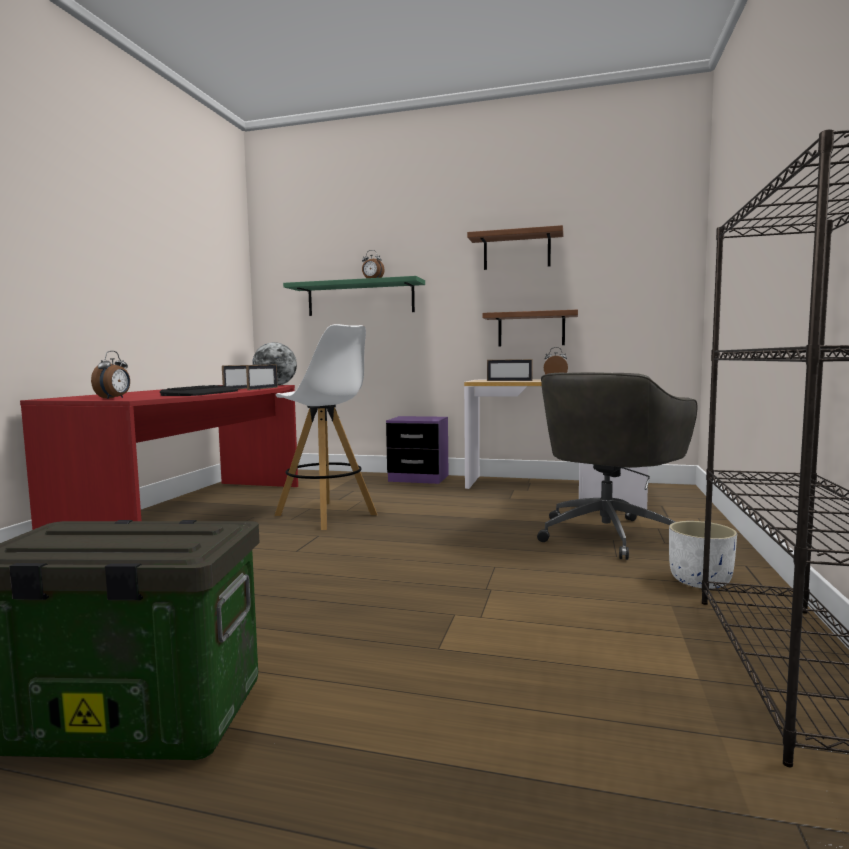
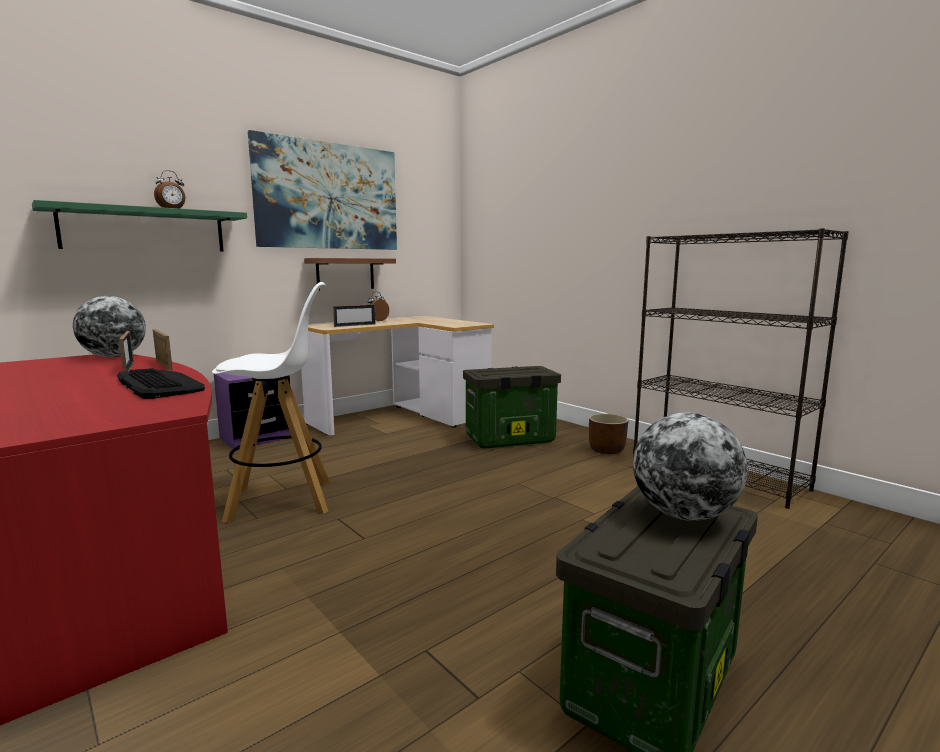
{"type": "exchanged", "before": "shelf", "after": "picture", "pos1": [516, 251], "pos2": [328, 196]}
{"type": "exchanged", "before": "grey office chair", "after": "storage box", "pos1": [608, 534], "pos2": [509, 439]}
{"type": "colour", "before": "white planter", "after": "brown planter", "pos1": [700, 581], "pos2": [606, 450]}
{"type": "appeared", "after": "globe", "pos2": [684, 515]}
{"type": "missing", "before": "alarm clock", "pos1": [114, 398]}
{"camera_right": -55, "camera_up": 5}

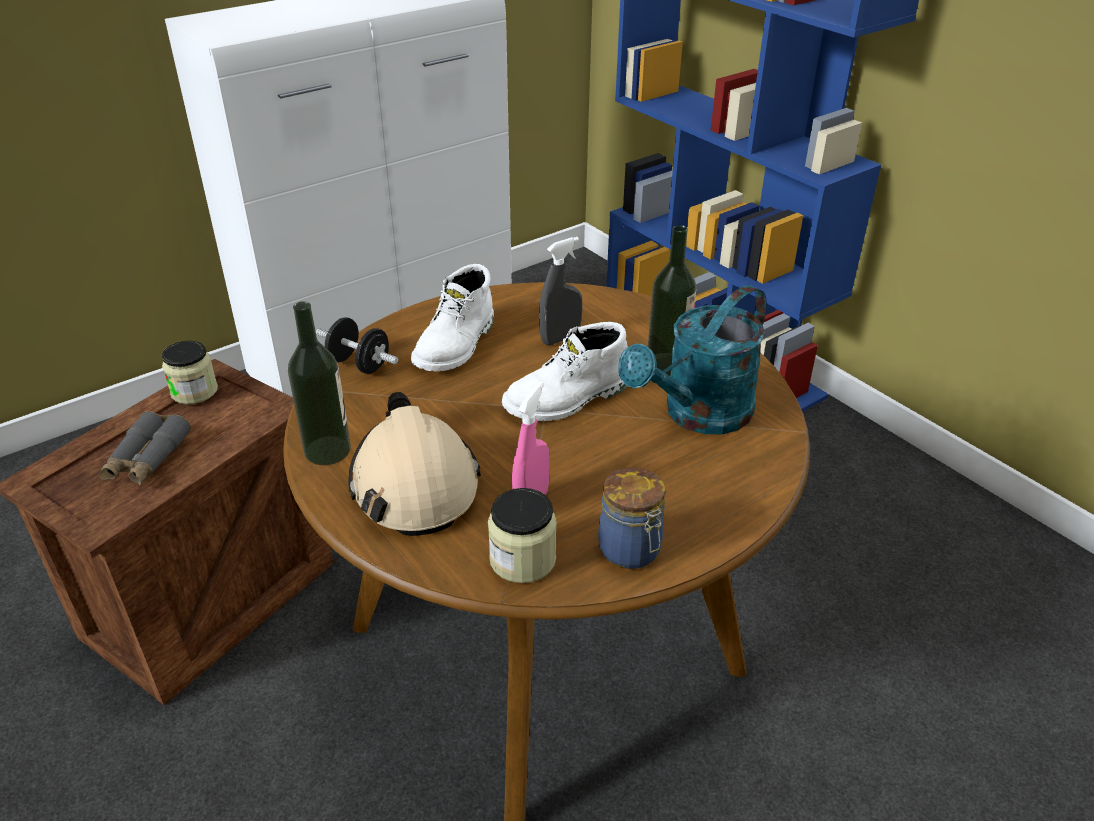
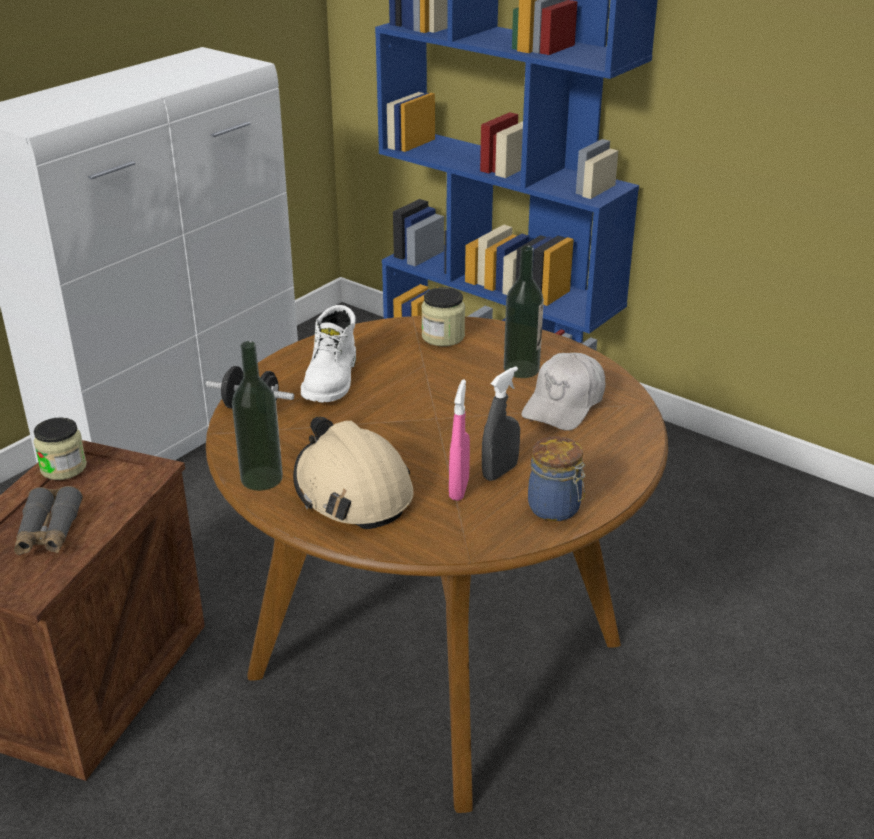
{"type": "relocated", "before": "jar", "pos1": [522, 559], "pos2": [443, 336]}
{"type": "relocated", "before": "grey spray bottle", "pos1": [560, 338], "pos2": [500, 472]}
{"type": "exchanged", "before": "turquoise watering can", "after": "white cap", "pos1": [697, 416], "pos2": [564, 404]}
{"type": "missing", "before": "white boot", "pos1": [568, 400]}
{"camera_right": -15, "camera_up": -5}

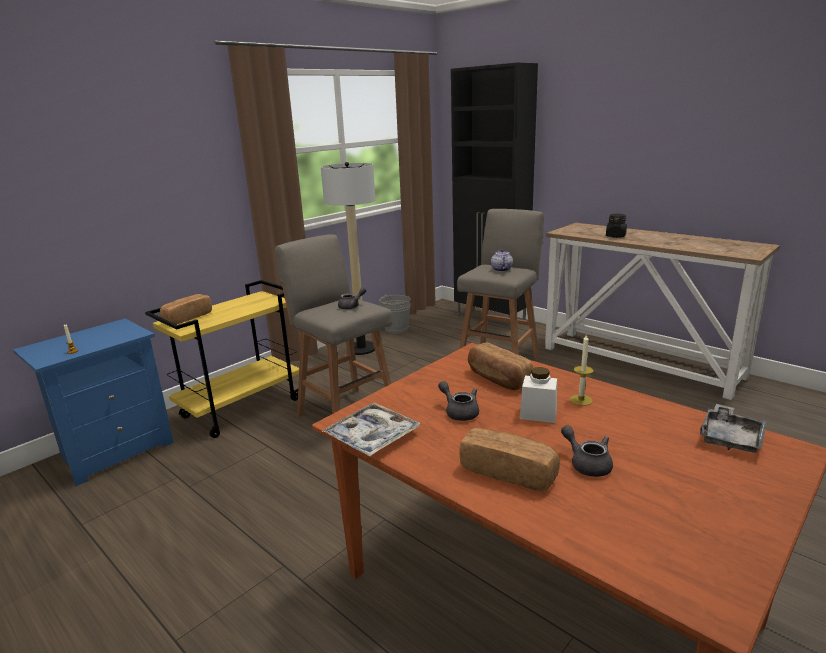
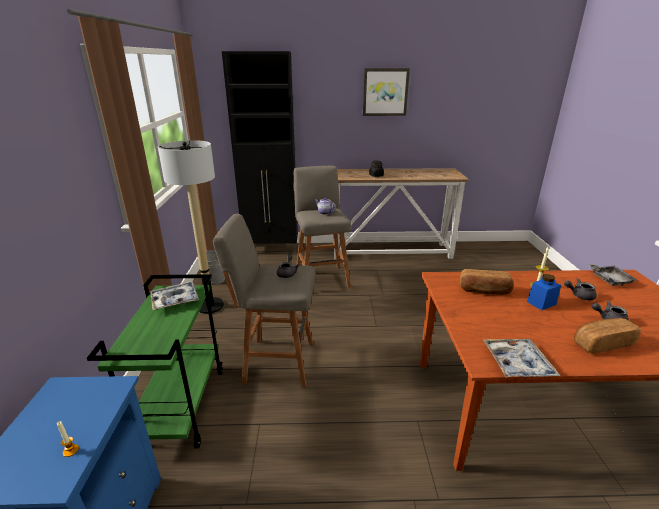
{"type": "colour", "before": "yellow cart", "after": "green cart", "pos1": [242, 408], "pos2": [181, 405]}
{"type": "appeared", "after": "tray", "pos2": [175, 300]}
{"type": "appeared", "after": "picture", "pos2": [385, 92]}
{"type": "colour", "before": "white jar", "after": "blue jar", "pos1": [538, 414], "pos2": [541, 303]}
{"type": "relocated", "before": "grey teapot", "pos1": [459, 412], "pos2": [579, 295]}
{"type": "missing", "before": "bread", "pos1": [187, 318]}
{"camera_right": -45, "camera_up": 5}

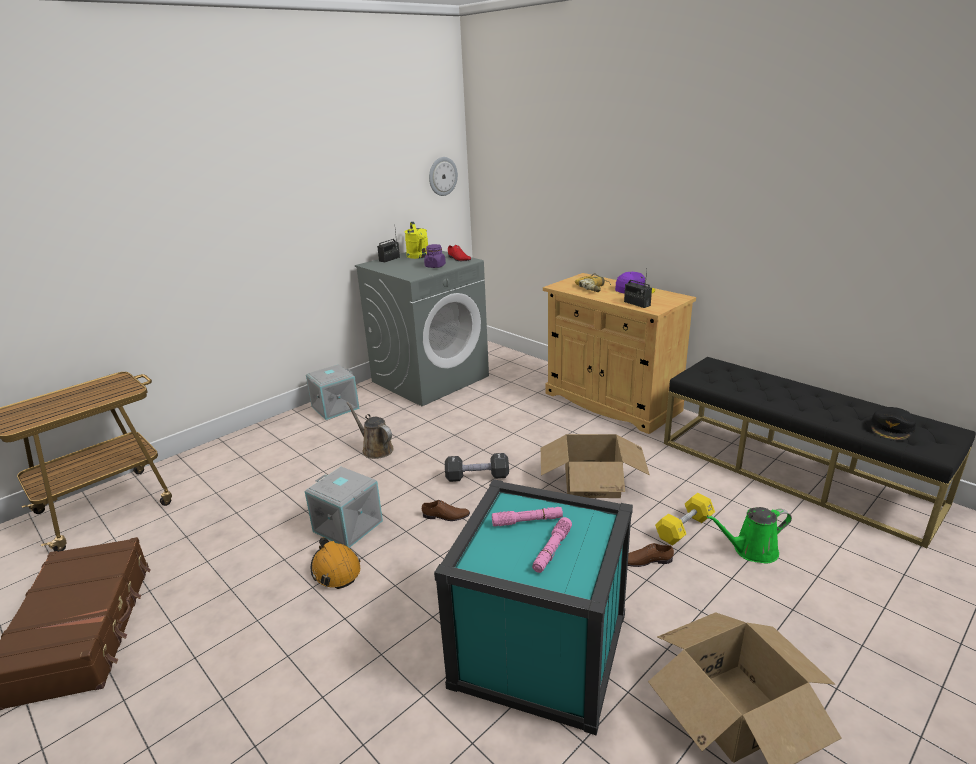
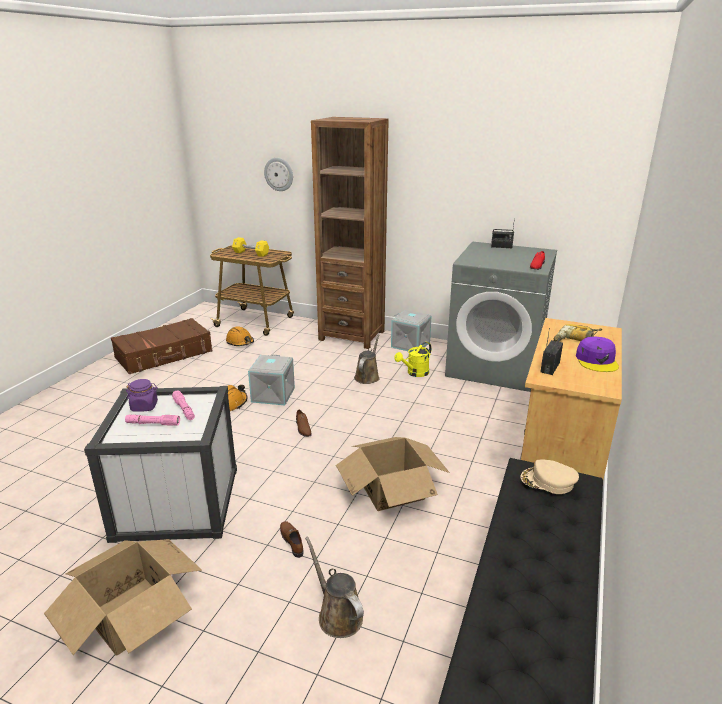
{"type": "colour", "before": "turquoise storage box", "after": "white storage box", "pos1": [539, 650], "pos2": [177, 502]}
{"type": "relocated", "before": "purple jar", "pos1": [435, 266], "pos2": [144, 406]}
{"type": "appeared", "after": "orange hard hat", "pos2": [240, 342]}
{"type": "relocated", "before": "yellow dumbbell", "pos1": [684, 528], "pos2": [251, 253]}
{"type": "relocated", "before": "wall clock", "pos1": [442, 176], "pos2": [279, 174]}
{"type": "colour", "before": "green watering can", "after": "brown watering can", "pos1": [751, 551], "pos2": [337, 615]}
{"type": "appeared", "after": "brown bookcase", "pos2": [352, 335]}
{"type": "relocated", "before": "yellow watering can", "pos1": [419, 256], "pos2": [415, 373]}
{"type": "appeared", "after": "beige cap", "pos2": [548, 481]}
{"type": "missing", "before": "black dumbbell", "pos1": [477, 477]}
{"type": "missing", "before": "black cap", "pos1": [892, 428]}
{"camera_right": 65, "camera_up": 0}

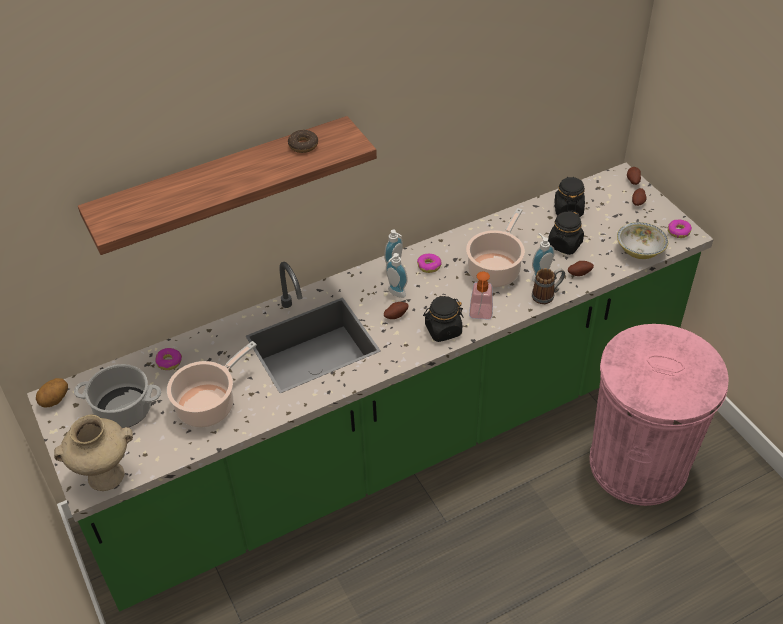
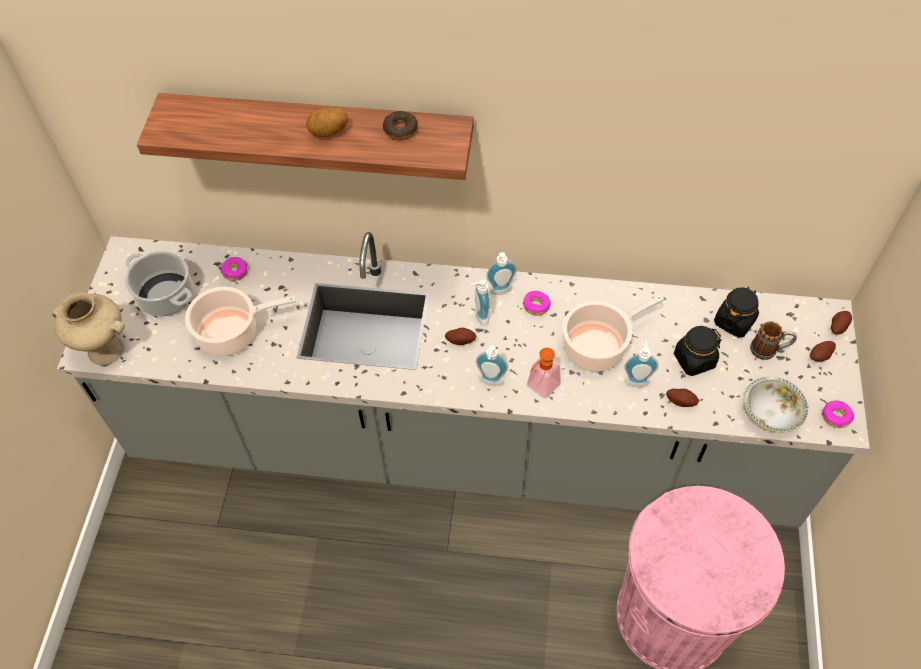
{"type": "colour", "before": "green counter", "after": "grey counter", "pos1": [395, 441], "pos2": [463, 445]}
{"type": "relocated", "before": "potato", "pos1": [55, 400], "pos2": [329, 133]}
{"type": "exchanged", "before": "black jar", "after": "soap dispenser", "pos1": [443, 330], "pos2": [490, 383]}
{"type": "relocated", "before": "mug", "pos1": [547, 295], "pos2": [769, 350]}
{"camera_right": 35, "camera_up": 10}

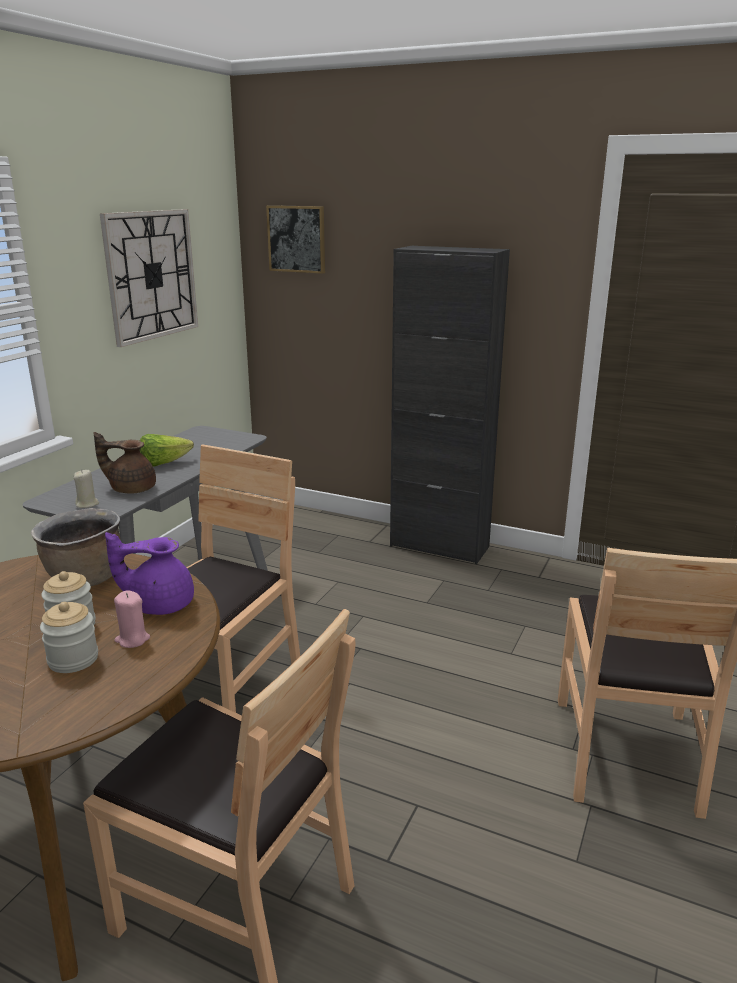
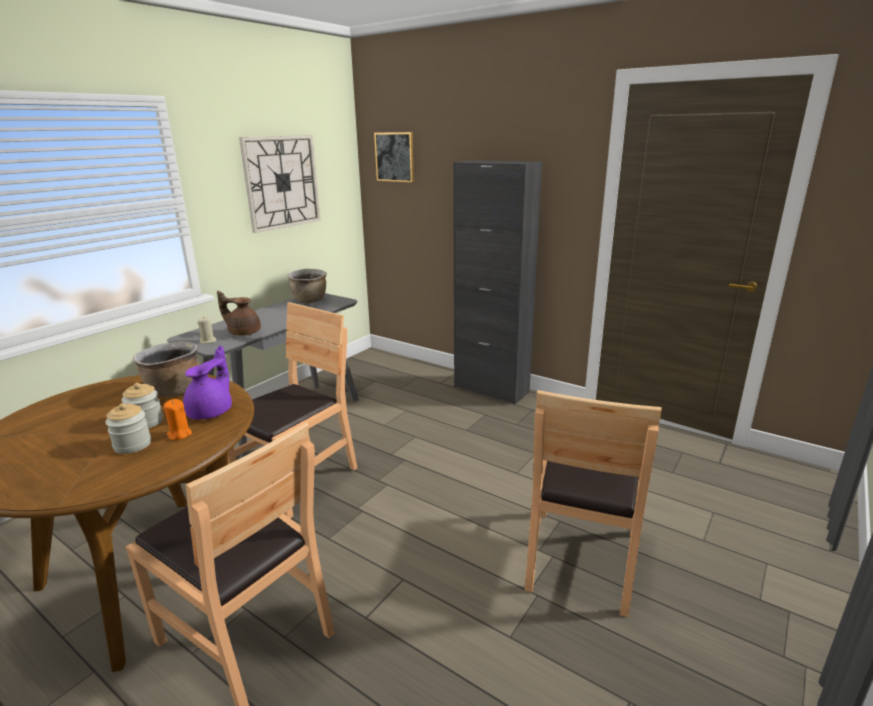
{"type": "colour", "before": "pink candle", "after": "orange candle", "pos1": [132, 639], "pos2": [179, 434]}
{"type": "spun", "before": "purple teapot", "pos1": [159, 604], "pos2": [212, 412], "turn": 105}
{"type": "appeared", "after": "brown cooking pot", "pos2": [310, 301]}
{"type": "missing", "before": "lettuce", "pos1": [164, 463]}
{"camera_right": 10, "camera_up": 0}

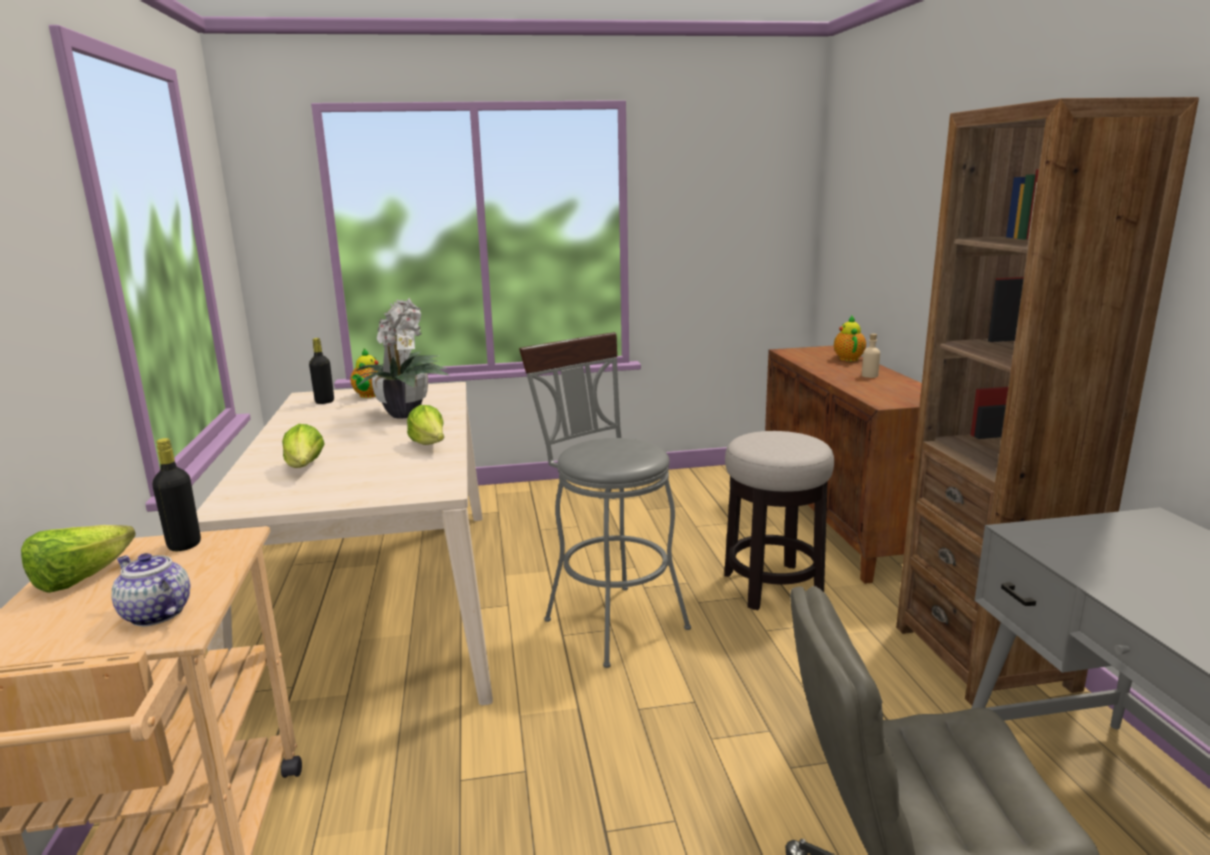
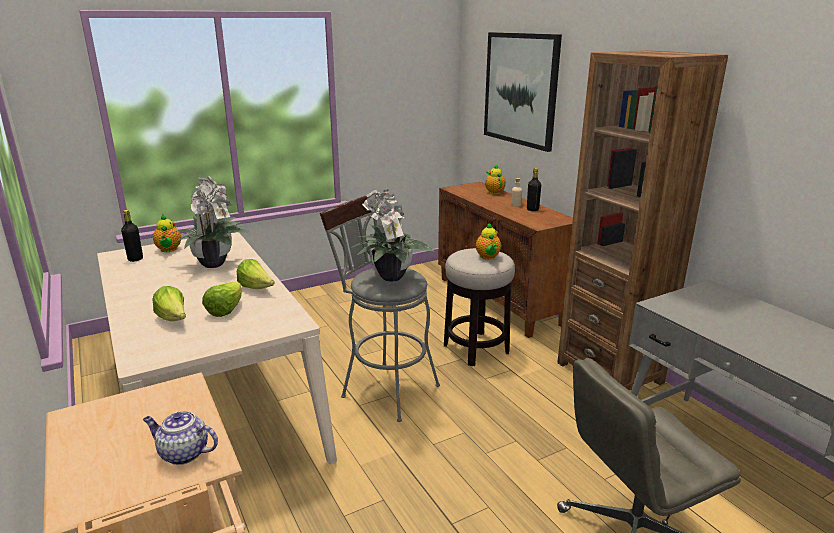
{"type": "relocated", "before": "lettuce", "pos1": [81, 579], "pos2": [226, 310]}
{"type": "appeared", "after": "potted plant", "pos2": [391, 279]}
{"type": "appeared", "after": "teapot", "pos2": [488, 257]}
{"type": "appeared", "after": "picture", "pos2": [520, 89]}
{"type": "relocated", "before": "black bottle", "pos1": [184, 545], "pos2": [532, 209]}
{"camera_right": -20, "camera_up": 5}

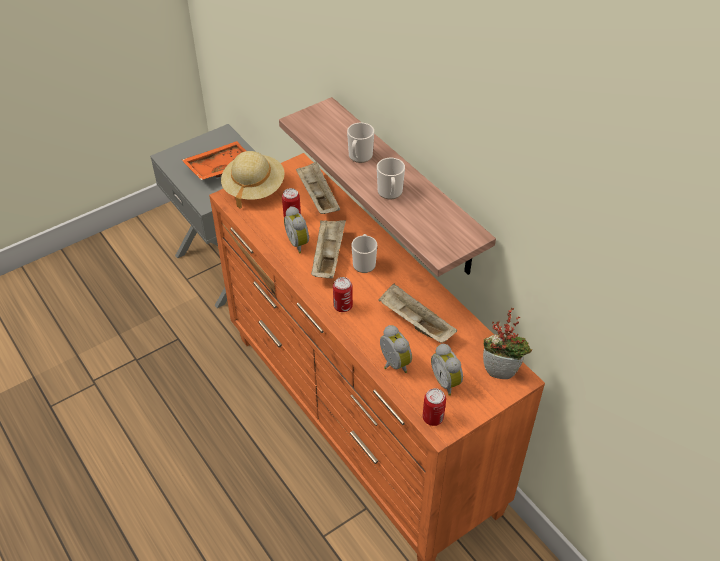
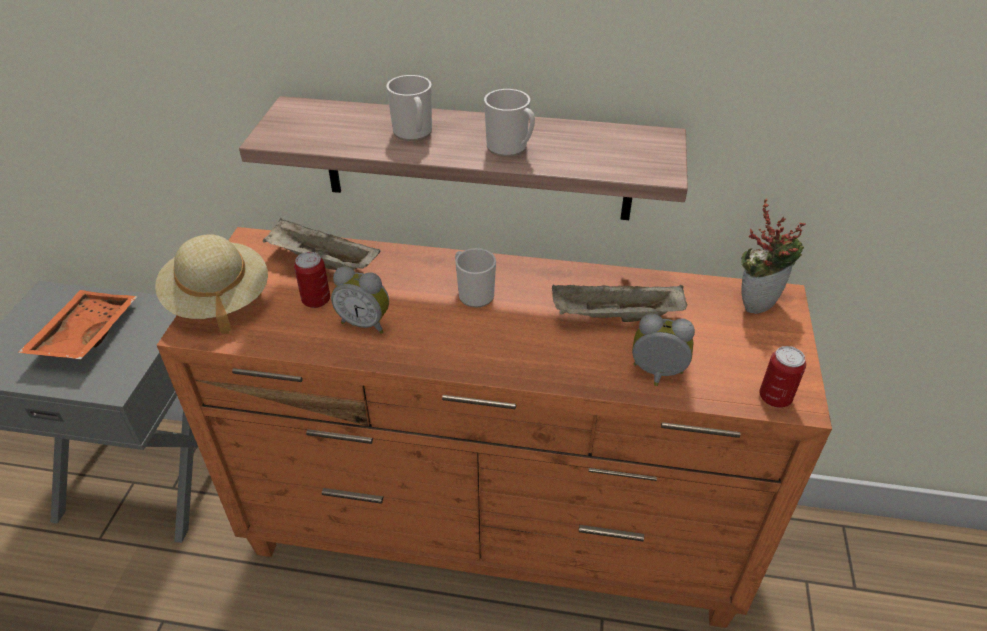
{"type": "missing", "before": "beige tray", "pos1": [328, 257]}
{"type": "missing", "before": "can", "pos1": [343, 306]}
{"type": "missing", "before": "alarm clock", "pos1": [447, 382]}
{"camera_right": -45, "camera_up": -5}

